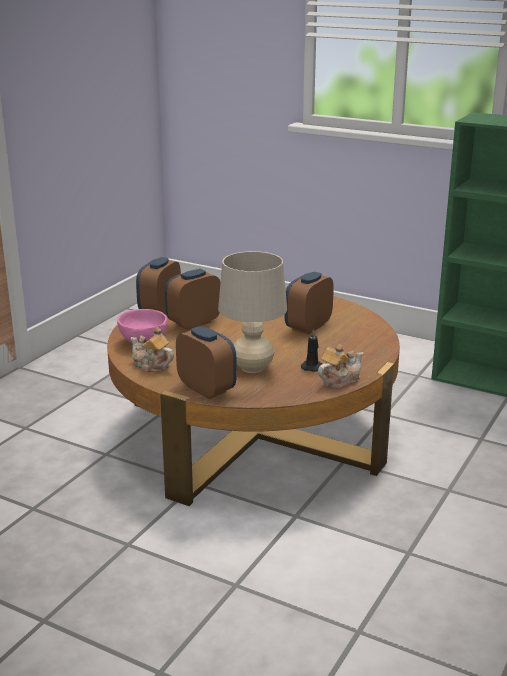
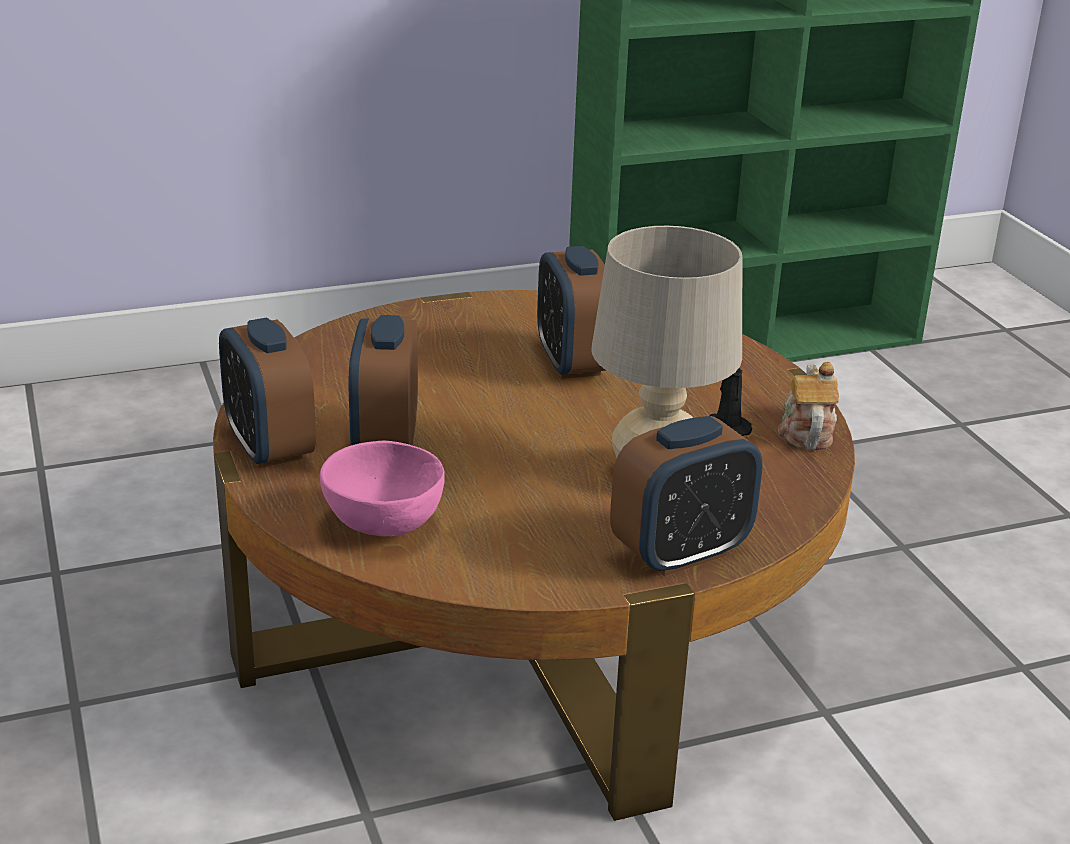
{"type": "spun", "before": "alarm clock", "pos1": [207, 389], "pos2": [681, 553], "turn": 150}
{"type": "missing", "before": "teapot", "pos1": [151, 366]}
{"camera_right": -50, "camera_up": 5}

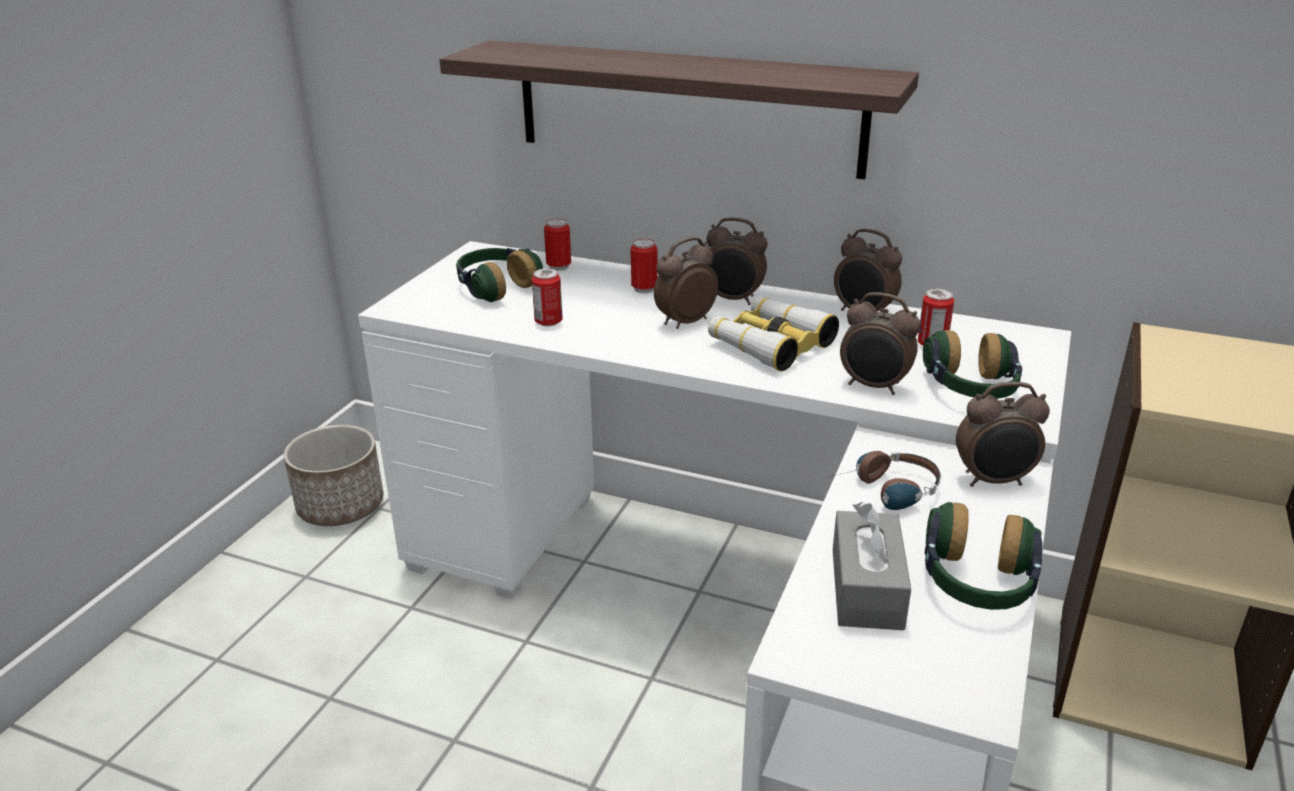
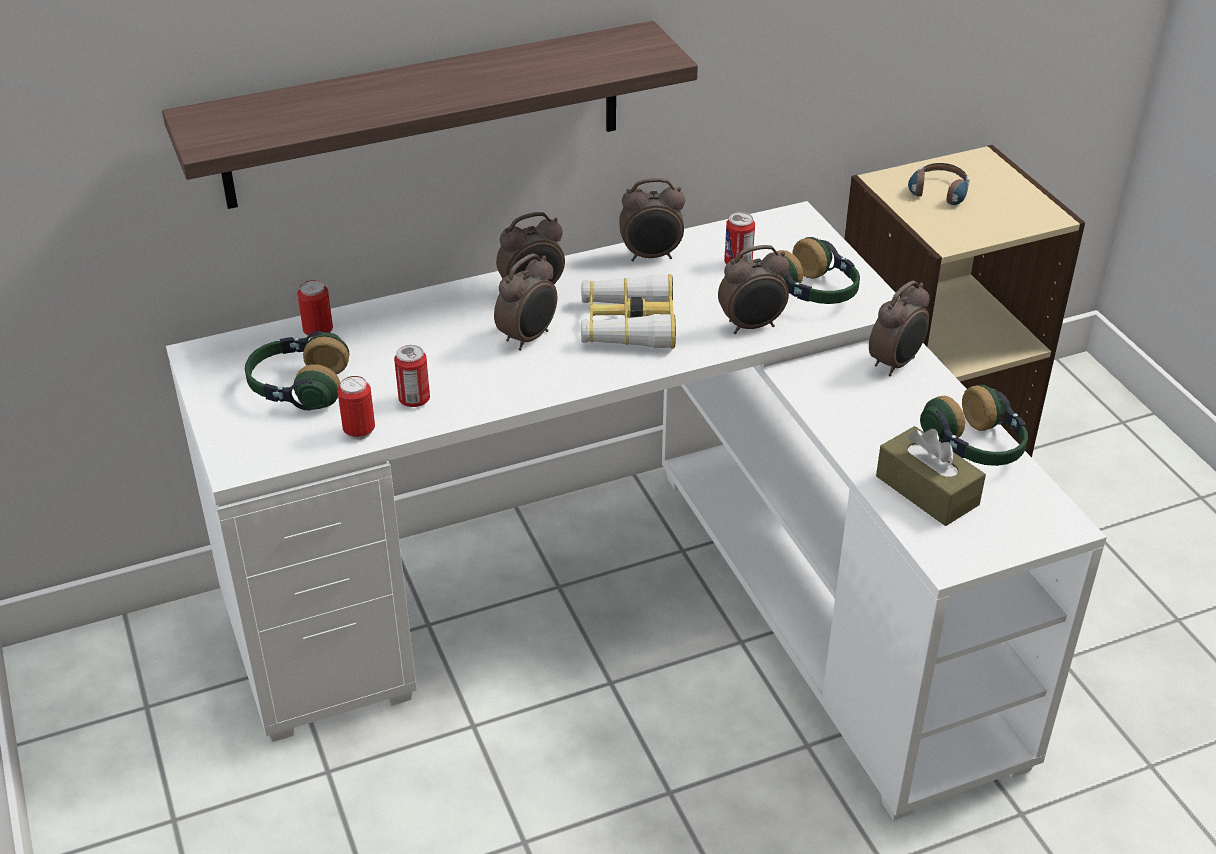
{"type": "relocated", "before": "can", "pos1": [644, 289], "pos2": [359, 431]}
{"type": "spun", "before": "alarm clock", "pos1": [684, 322], "pos2": [529, 338], "turn": -150}
{"type": "colour", "before": "grey tissue box", "after": "brown tissue box", "pos1": [866, 588], "pos2": [927, 490]}
{"type": "relocated", "before": "headphones", "pos1": [885, 493], "pos2": [936, 197]}
{"type": "missing", "before": "planter", "pos1": [341, 506]}
{"camera_right": -45, "camera_up": 10}

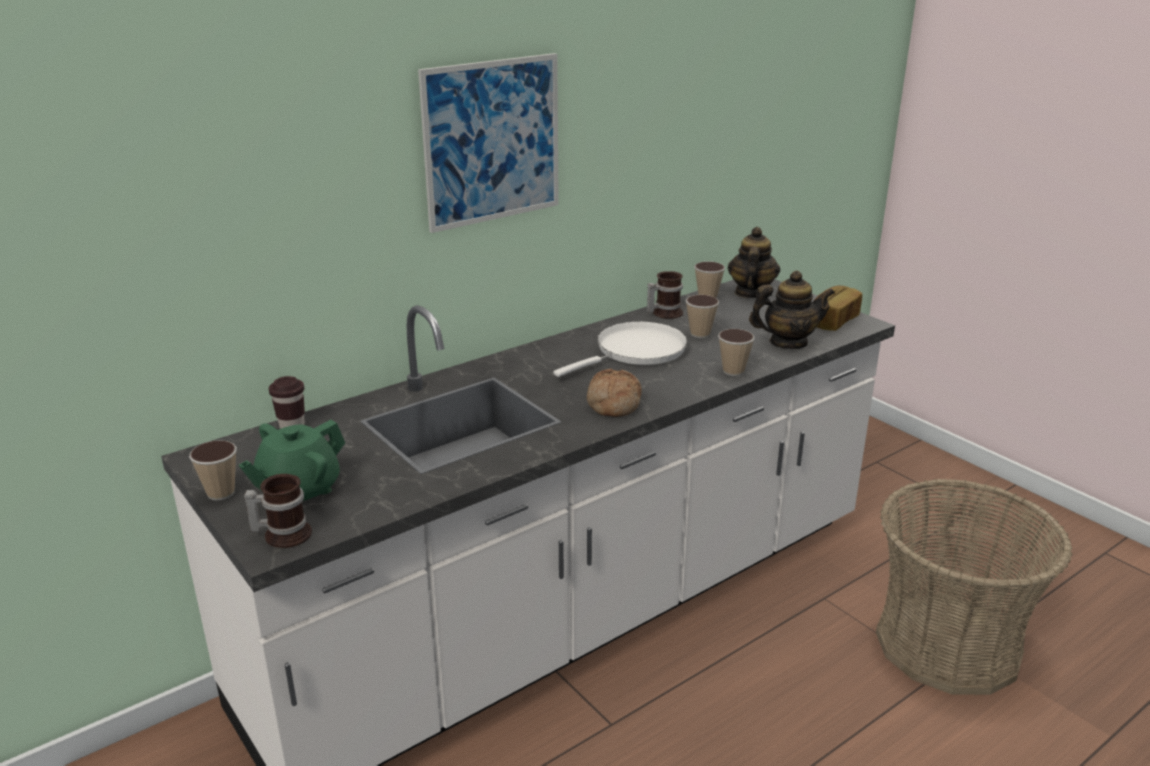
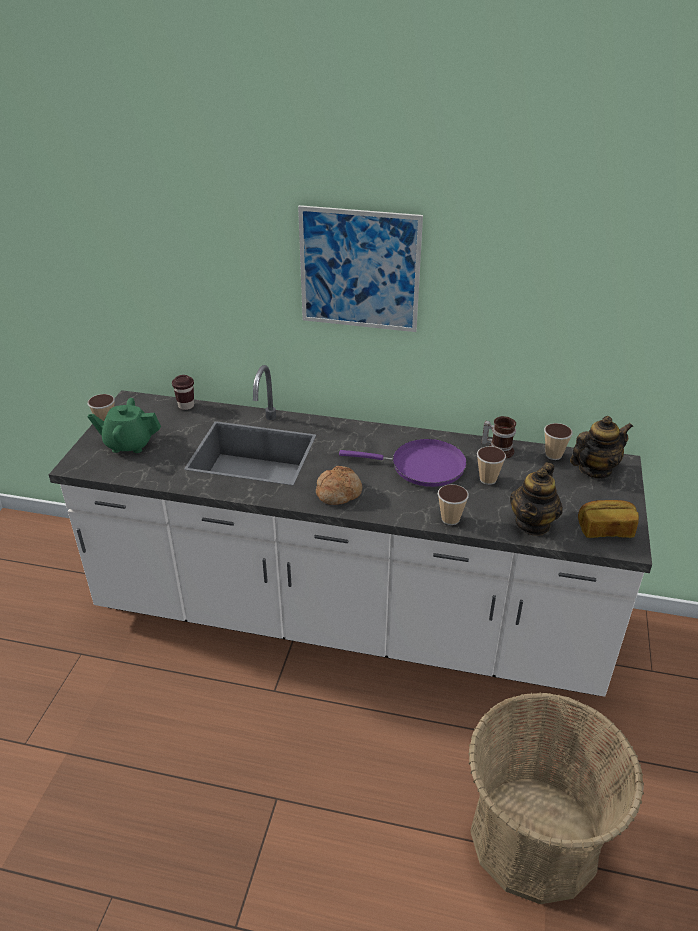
{"type": "colour", "before": "white frying pan", "after": "purple frying pan", "pos1": [636, 351], "pos2": [422, 466]}
{"type": "spun", "before": "teapot", "pos1": [788, 343], "pos2": [533, 524], "turn": 75}
{"type": "missing", "before": "mug", "pos1": [283, 533]}
{"camera_right": 50, "camera_up": 10}

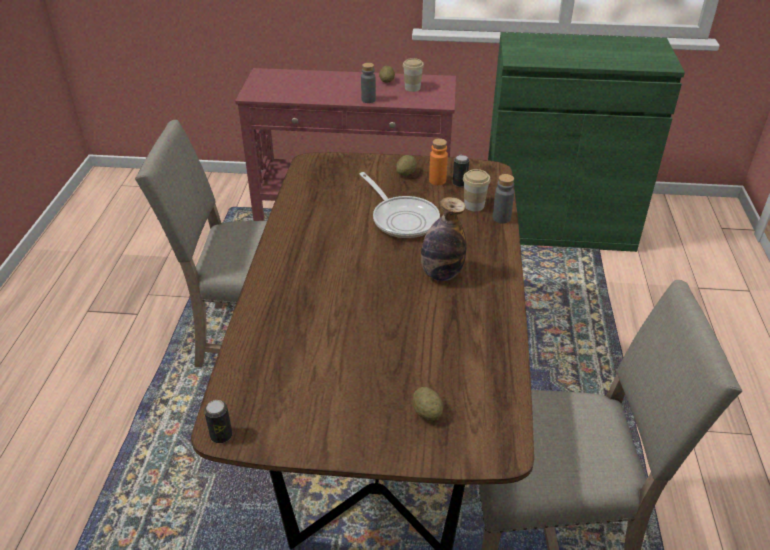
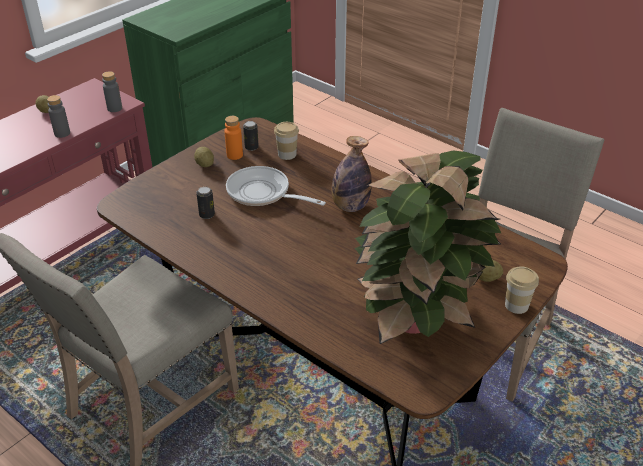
{"type": "relocated", "before": "grey bottle", "pos1": [501, 218], "pos2": [114, 108]}
{"type": "relocated", "before": "can", "pos1": [221, 435], "pos2": [207, 215]}
{"type": "spun", "before": "frying pan", "pos1": [402, 219], "pos2": [263, 193], "turn": -150}
{"type": "appeared", "after": "potted plant", "pos2": [416, 321]}
{"type": "relocated", "before": "cup", "pos1": [412, 88], "pos2": [516, 305]}
{"camera_right": -55, "camera_up": 0}

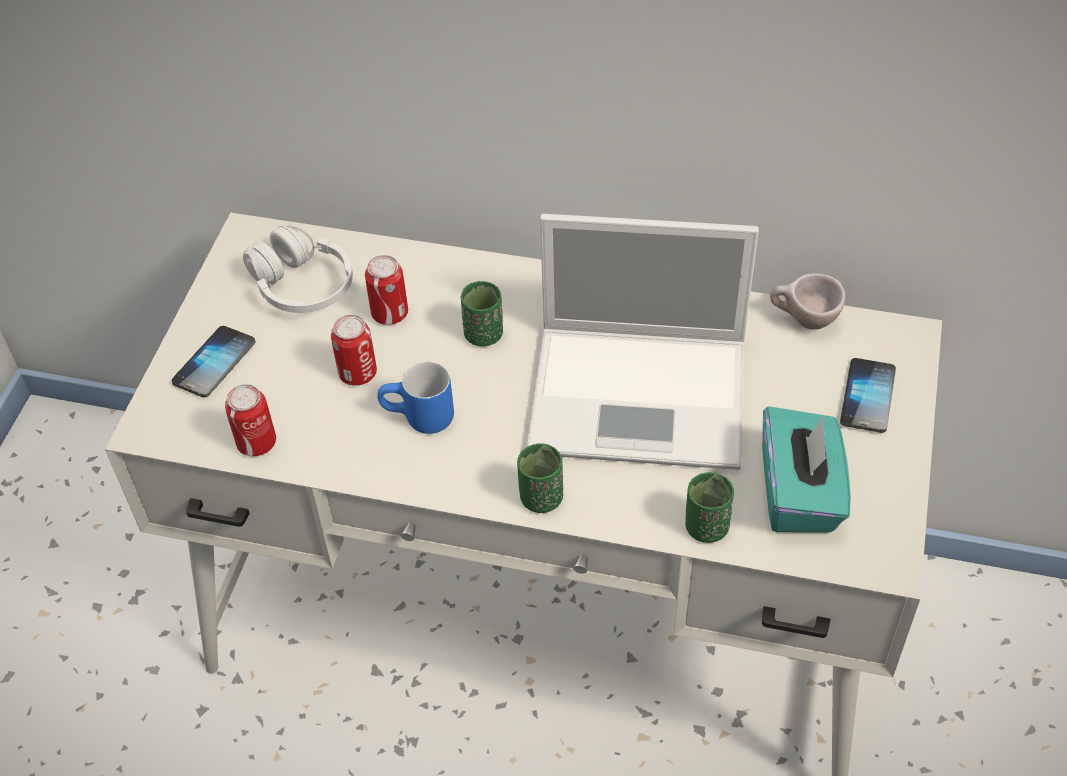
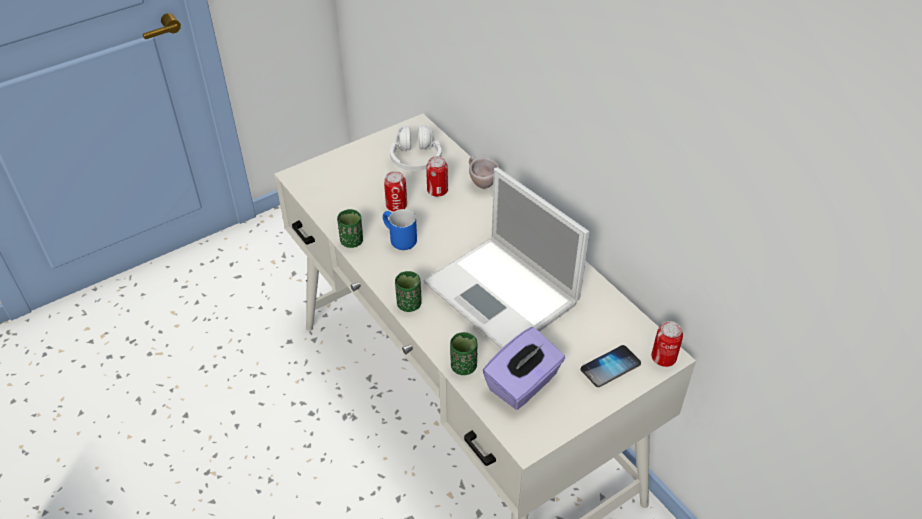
{"type": "relocated", "before": "green cup", "pos1": [483, 334], "pos2": [352, 241]}
{"type": "relocated", "before": "beige cup", "pos1": [803, 321], "pos2": [480, 183]}
{"type": "colour", "before": "turquoise tissue box", "after": "purple tissue box", "pos1": [799, 494], "pos2": [523, 384]}
{"type": "relocated", "before": "can", "pos1": [256, 443], "pos2": [663, 358]}
{"type": "missing", "before": "phone", "pos1": [214, 363]}
{"camera_right": 40, "camera_up": -5}

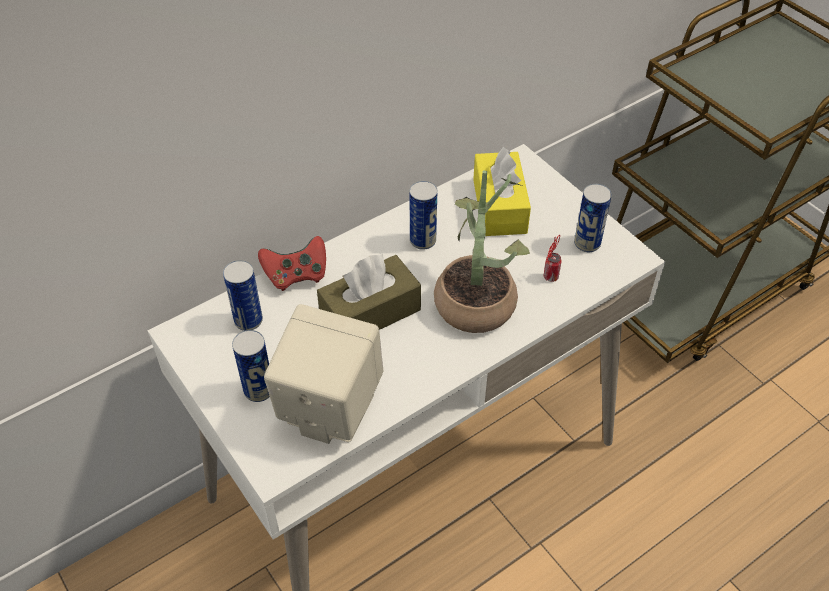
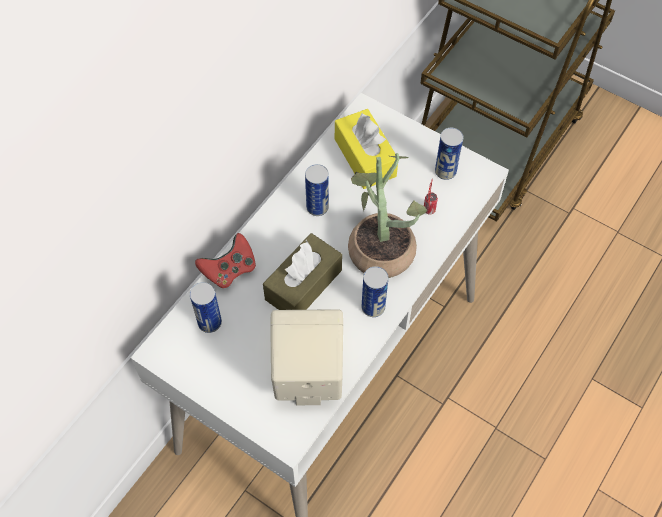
{"type": "relocated", "before": "can", "pos1": [258, 390], "pos2": [373, 307]}
{"camera_right": -20, "camera_up": 10}

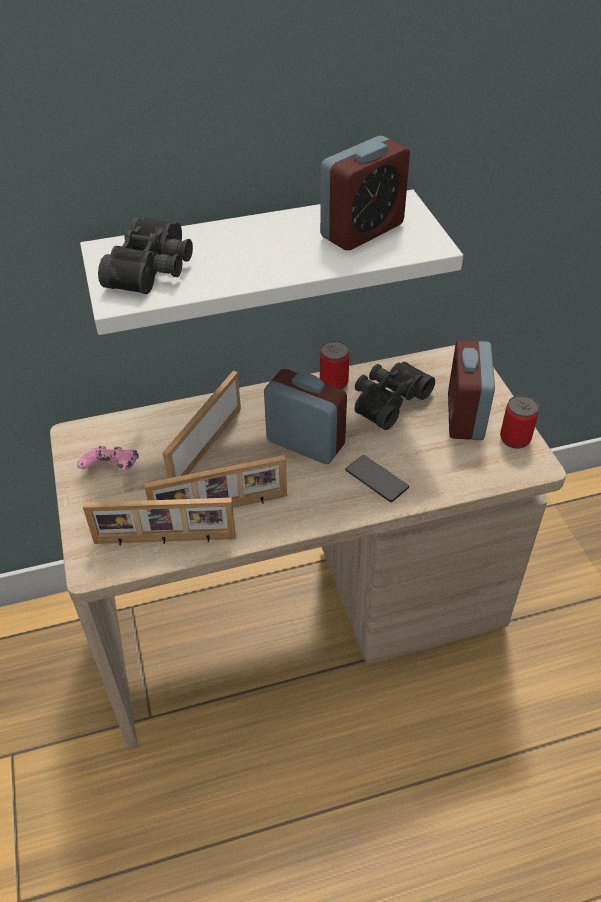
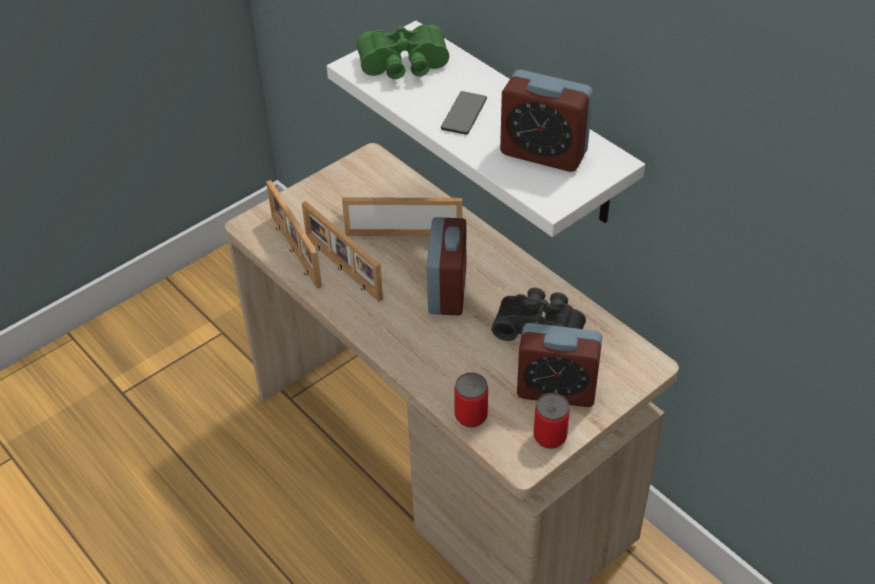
{"type": "colour", "before": "black binoculars", "after": "green binoculars", "pos1": [154, 269], "pos2": [404, 66]}
{"type": "relocated", "before": "phone", "pos1": [376, 479], "pos2": [464, 114]}
{"type": "relocated", "before": "can", "pos1": [334, 382], "pos2": [471, 415]}
{"type": "spun", "before": "alarm clock", "pos1": [465, 416], "pos2": [556, 390], "turn": -150}
{"type": "missing", "before": "pink game controller", "pos1": [112, 470]}
{"camera_right": 65, "camera_up": 0}

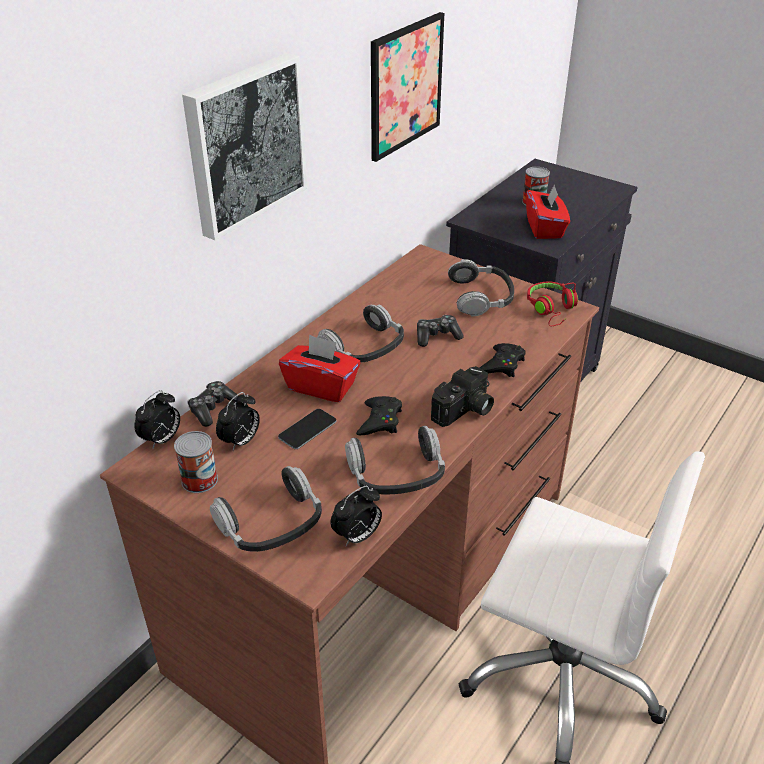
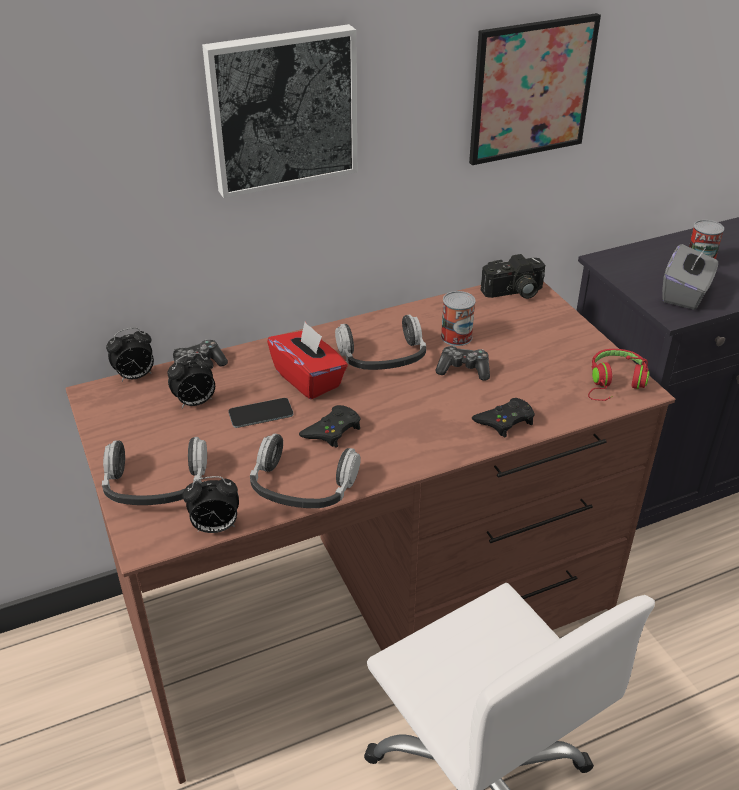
{"type": "relocated", "before": "can", "pos1": [199, 480], "pos2": [456, 337]}
{"type": "relocated", "before": "photo camera", "pos1": [464, 411], "pos2": [514, 292]}
{"type": "colour", "before": "red tissue box", "after": "grey tissue box", "pos1": [545, 228], "pos2": [685, 294]}
{"type": "missing", "before": "headphones", "pos1": [481, 297]}
{"camera_right": 30, "camera_up": 0}

